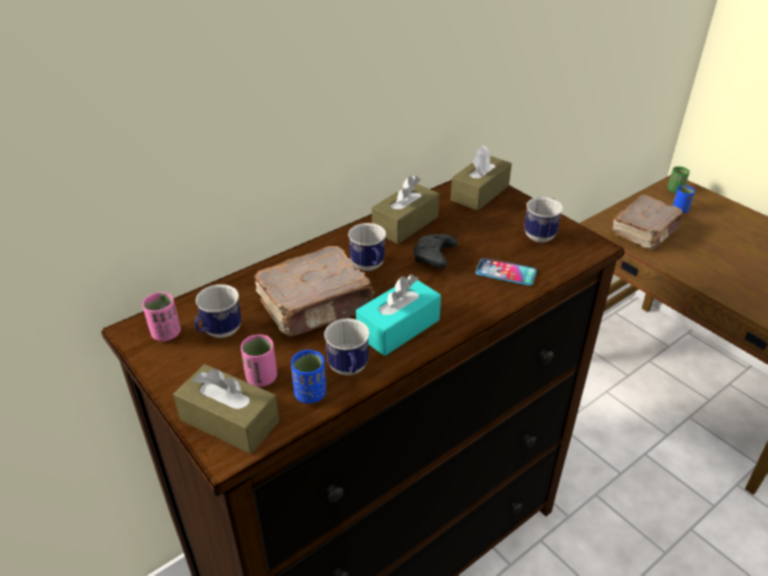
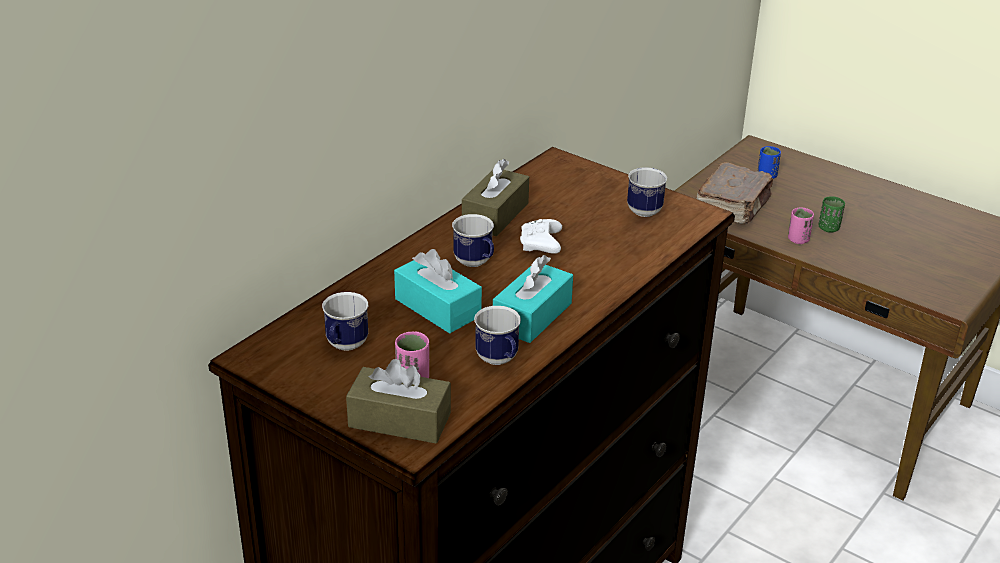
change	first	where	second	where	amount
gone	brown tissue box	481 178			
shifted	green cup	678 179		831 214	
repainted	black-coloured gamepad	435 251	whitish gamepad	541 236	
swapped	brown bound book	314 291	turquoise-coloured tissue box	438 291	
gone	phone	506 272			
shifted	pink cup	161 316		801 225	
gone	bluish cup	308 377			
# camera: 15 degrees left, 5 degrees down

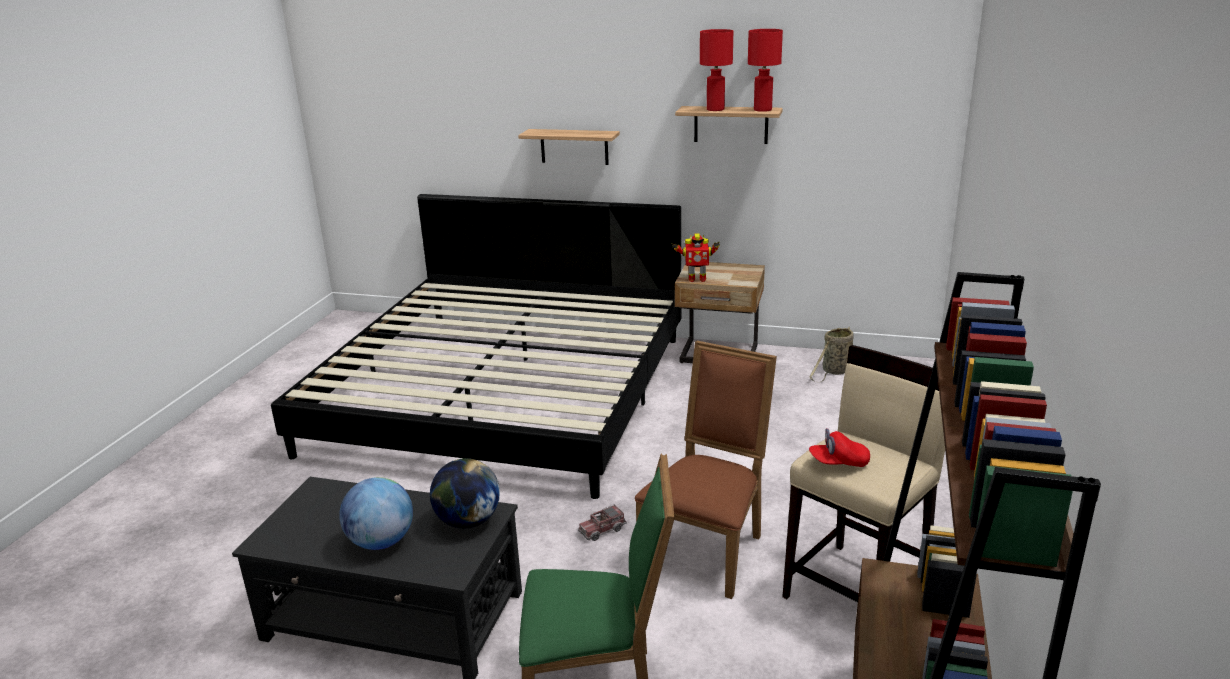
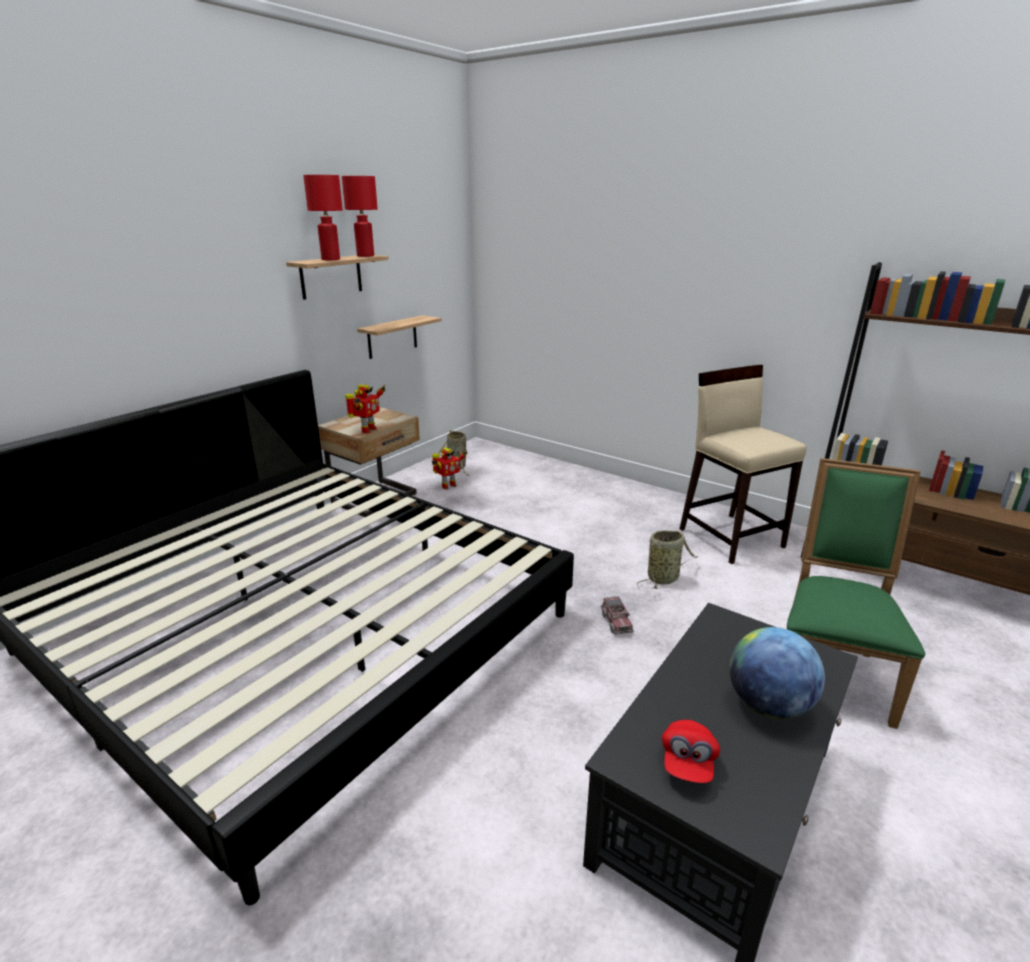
change	first	where	second	where	amount
shifted	shelf	569 147		399 337	
swapped	brown upright chair	706 470	basket	667 559	
shifted	reddish baseball cap	839 447		691 751	
gone	desk globe	465 493			
new			model robot	450 468	
# camera: 70 degrees left, 0 degrees up

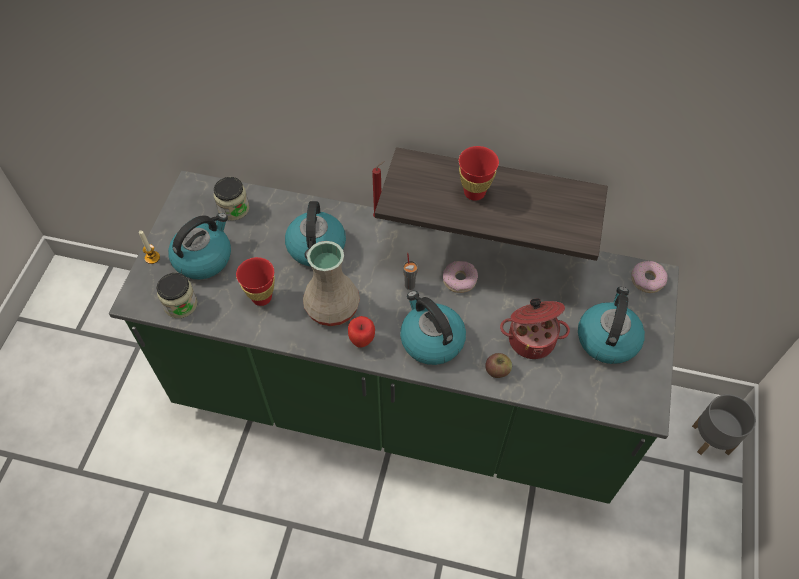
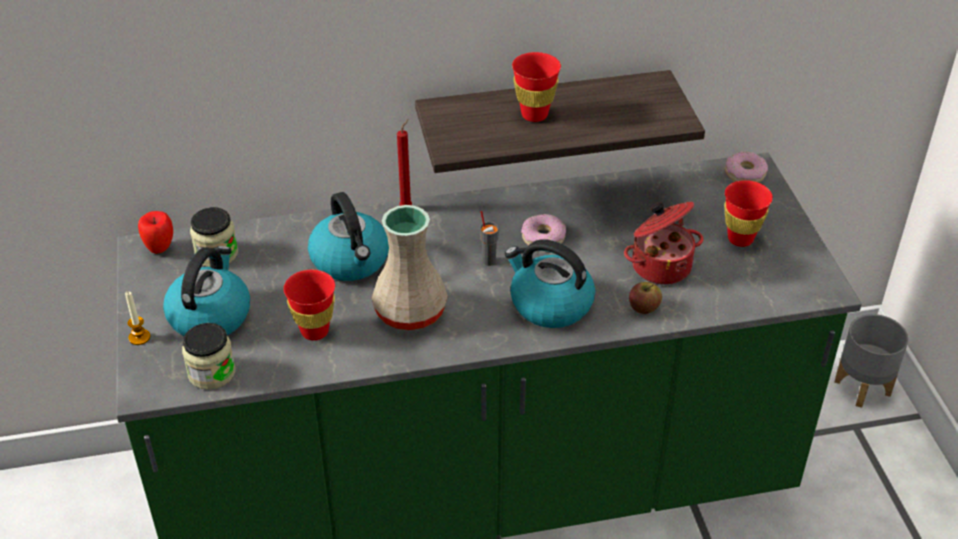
change	first	where	second	where	amount
swapped	tea kettle	611 325	reddish cup	748 213	
shifted	whole apple	361 332		155 232	
# camera: 25 degrees left, 15 degrees down

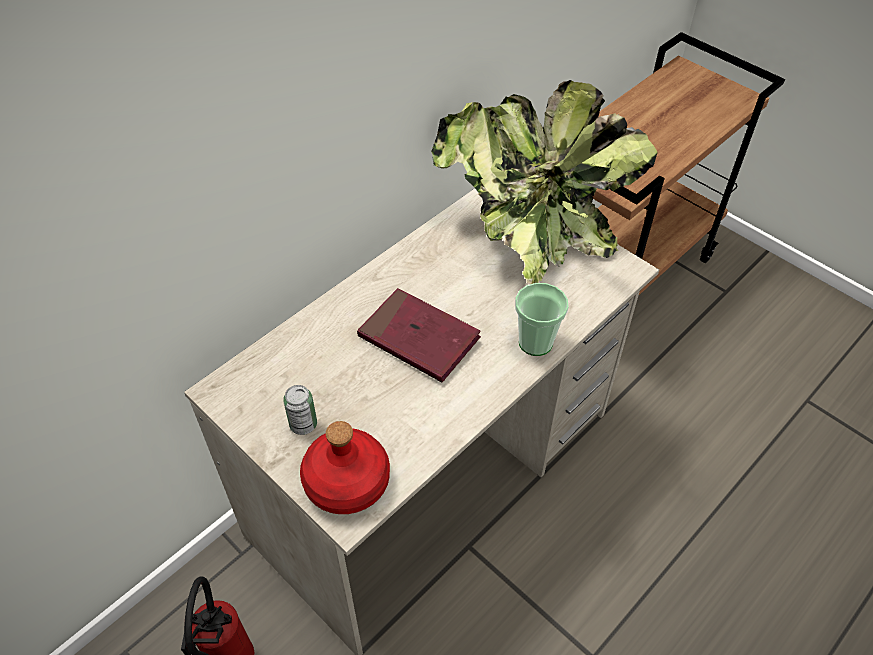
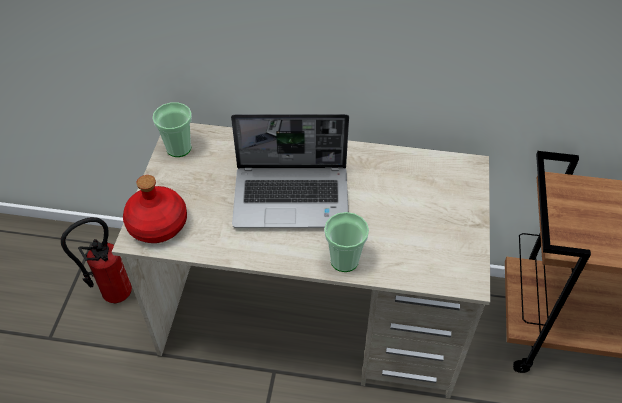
change	first	where	second	where	amount
gone	houseplant	544 182			
swapped	reddish bound book	419 335	portable computer	290 171	
gone	metal can	300 410			
new			cup	172 129	
# camera: 55 degrees right, 0 degrees up

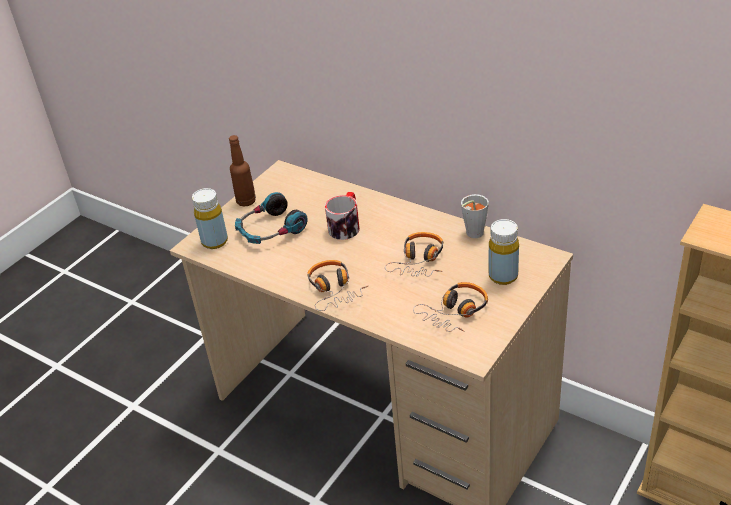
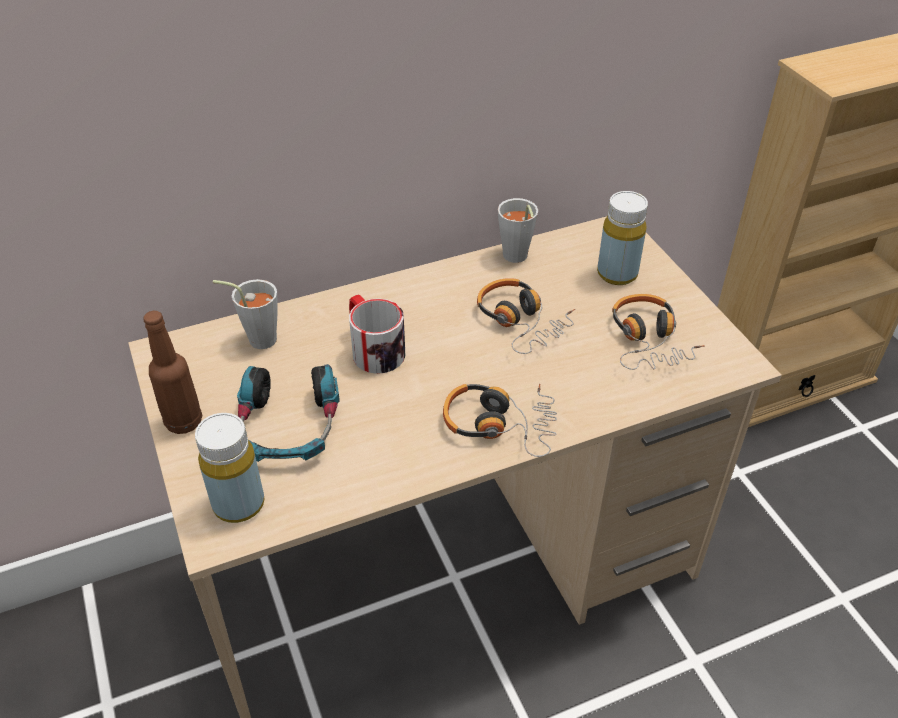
change	first	where	second	where	amount
new			greyish cup	245 314	
# camera: 60 degrees left, 5 degrees up

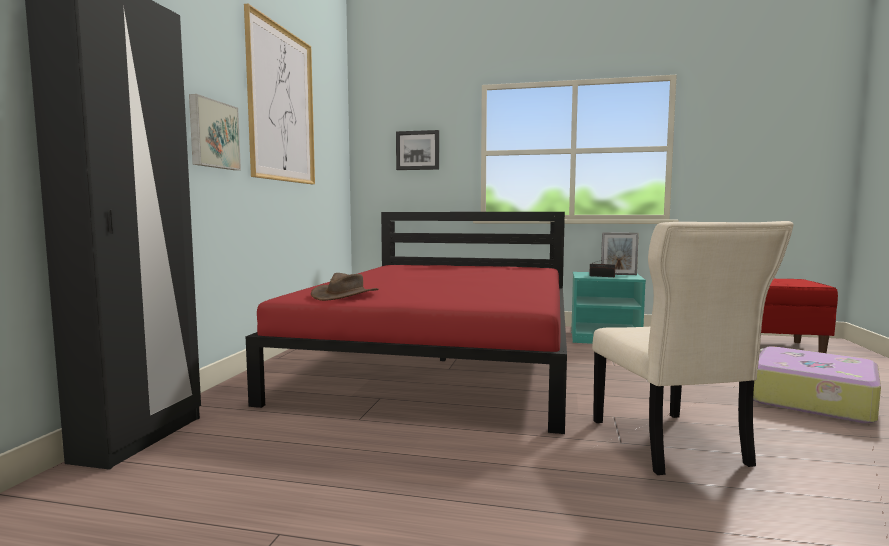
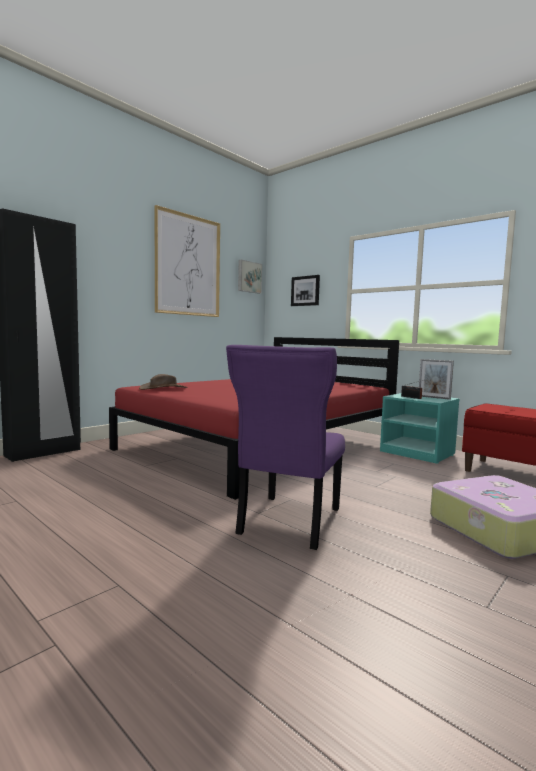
change	first	where	second	where	amount
shifted	wall picture	215 132		250 277	
repainted	beige upright chair	693 348	purple-coloured upright chair	285 447	
# camera: 30 degrees right, 0 degrees up

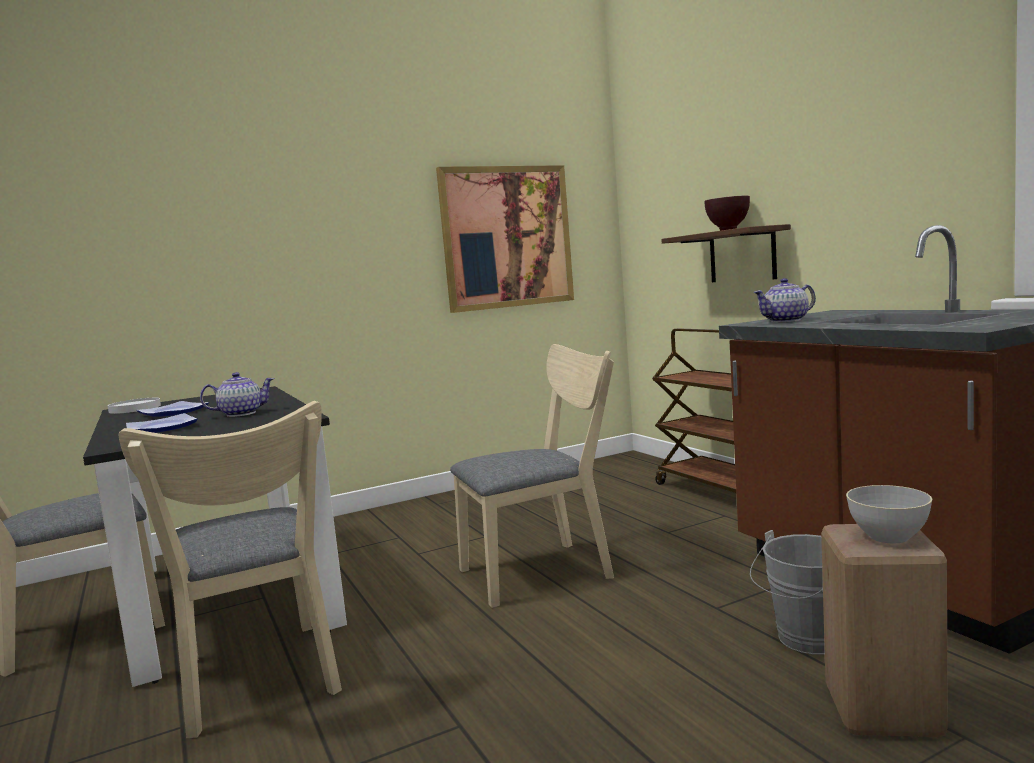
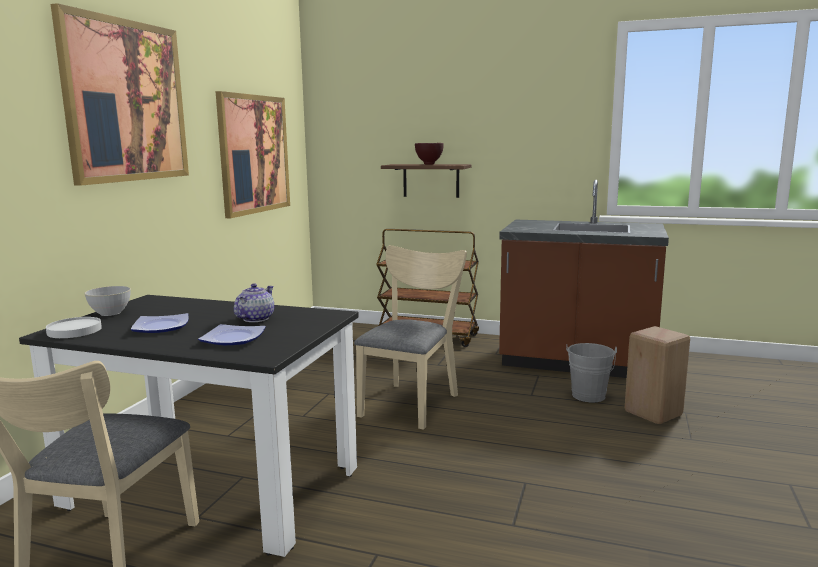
change	first	where	second	where	amount
gone	pot for tea	784 300			
gone	beige upright chair	230 569			
shifted	greyish deep dish	889 514		107 301	
new			wall picture	120 94	
# camera: 45 degrees left, 5 degrees up

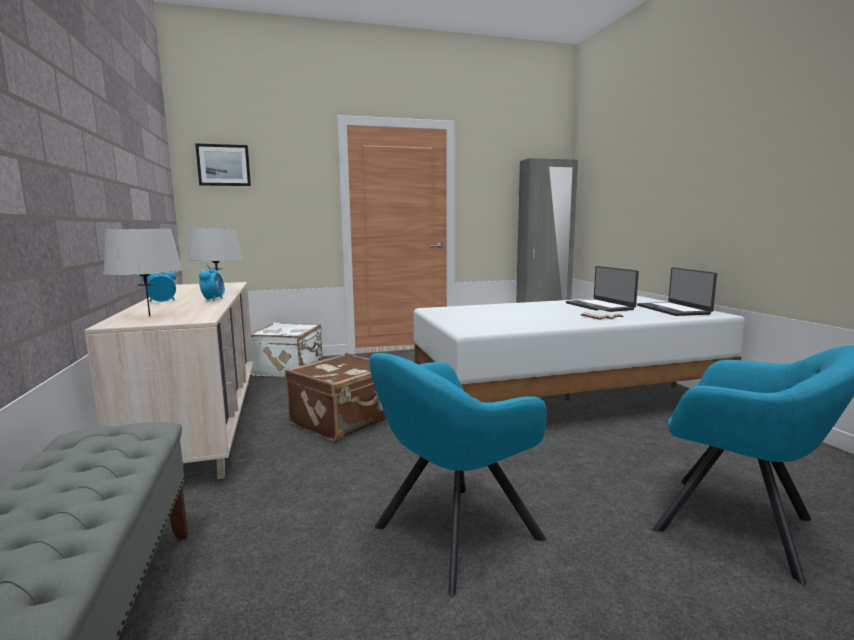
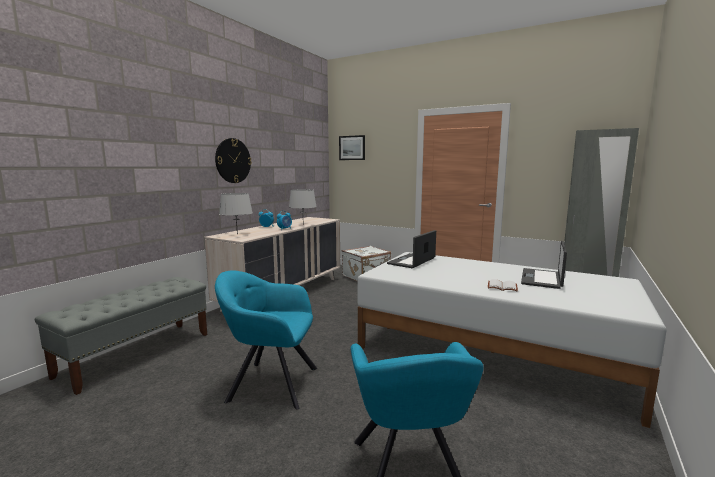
change	first	where	second	where	amount
shifted	portable computer	677 291		411 249	
gone	brown piece of luggage	336 397			
new			clock on the wall	233 160	
# camera: 45 degrees right, 0 degrees up

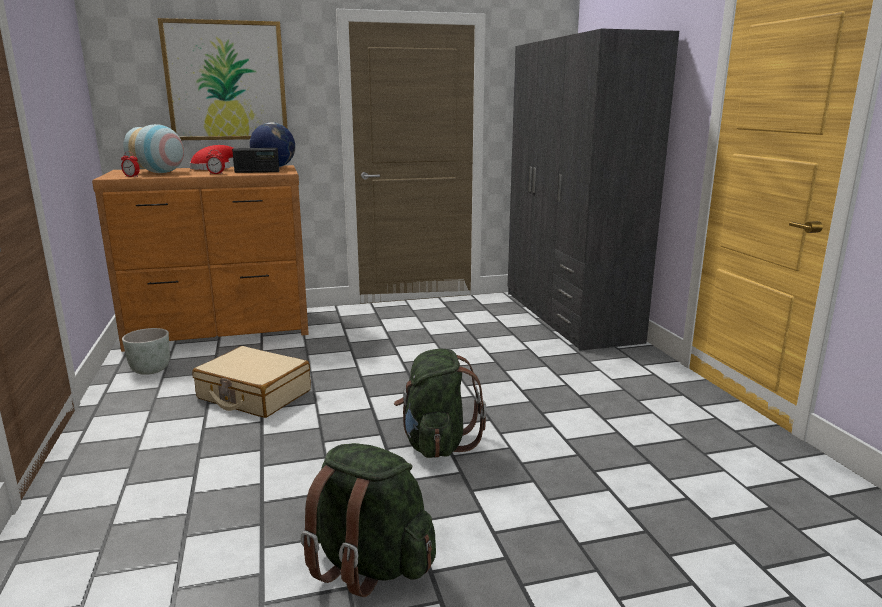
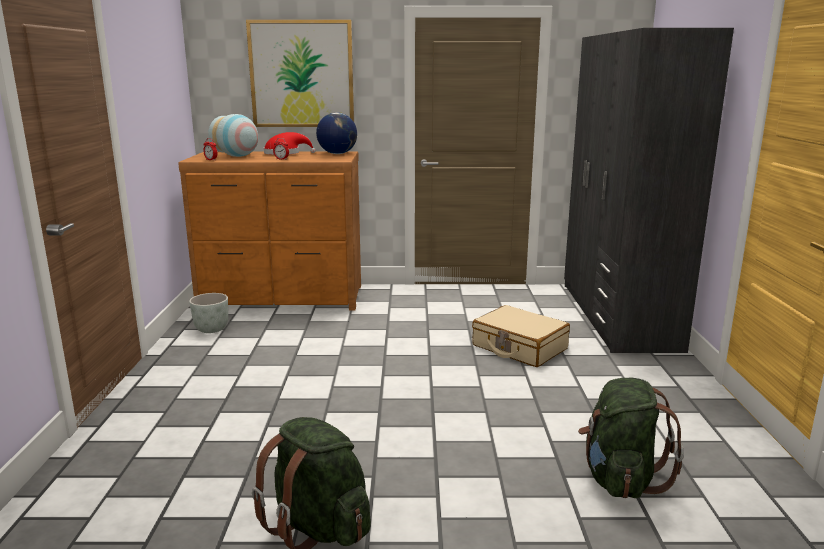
change	first	where	second	where	amount
gone	radio set	255 160			
shifted	beige piece of luggage	252 382		521 336	
shifted	green knapsack	440 403		631 438	
# camera: 15 degrees right, 0 degrees up

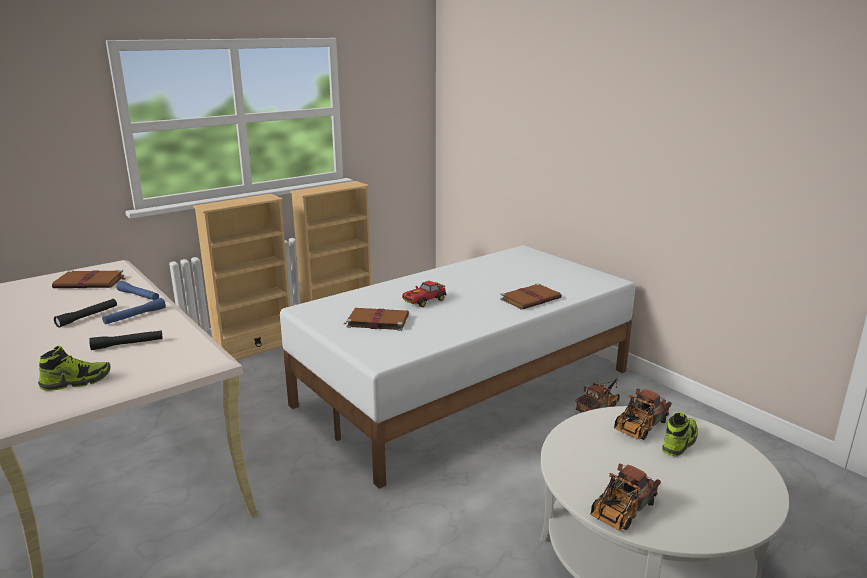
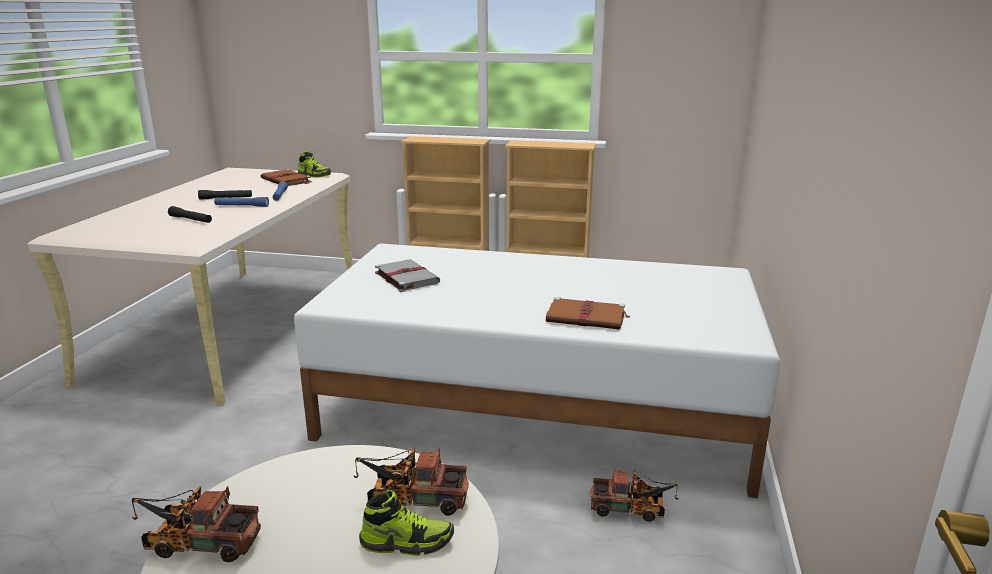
change	first	where	second	where	amount
gone	toy car	424 294			
repainted	brown bound book	377 319	greyish bound book	407 275	
shifted	item of footwear	74 368		314 164	
# camera: 50 degrees right, 0 degrees up

